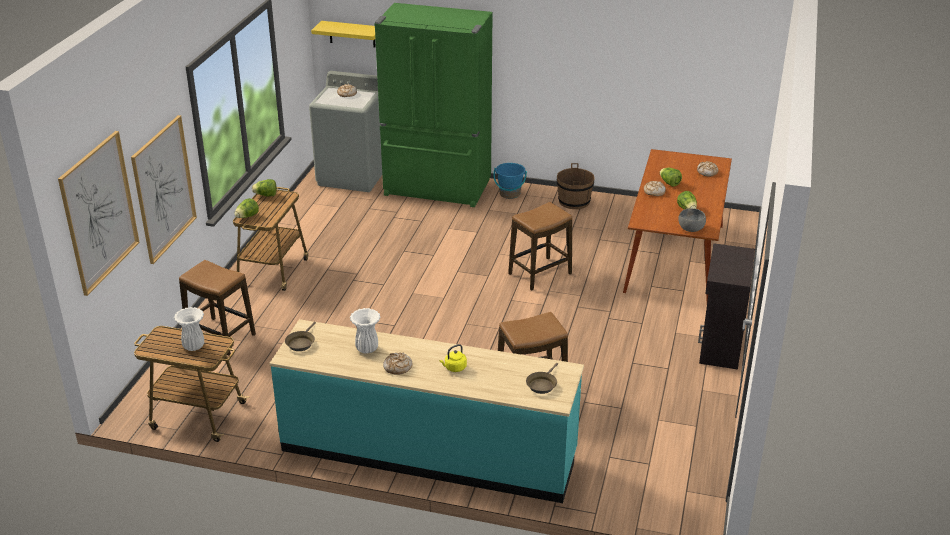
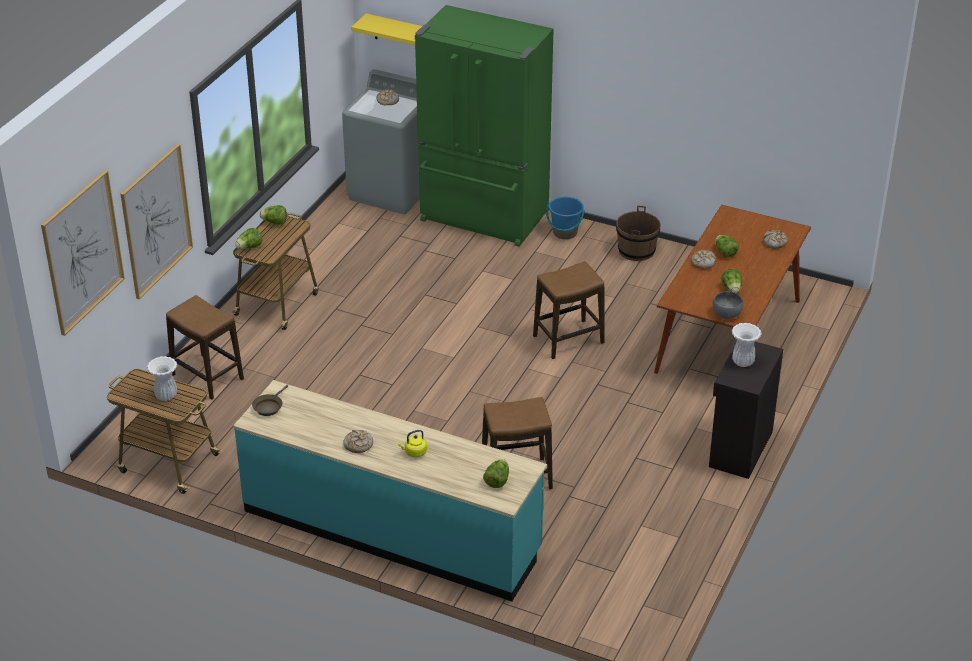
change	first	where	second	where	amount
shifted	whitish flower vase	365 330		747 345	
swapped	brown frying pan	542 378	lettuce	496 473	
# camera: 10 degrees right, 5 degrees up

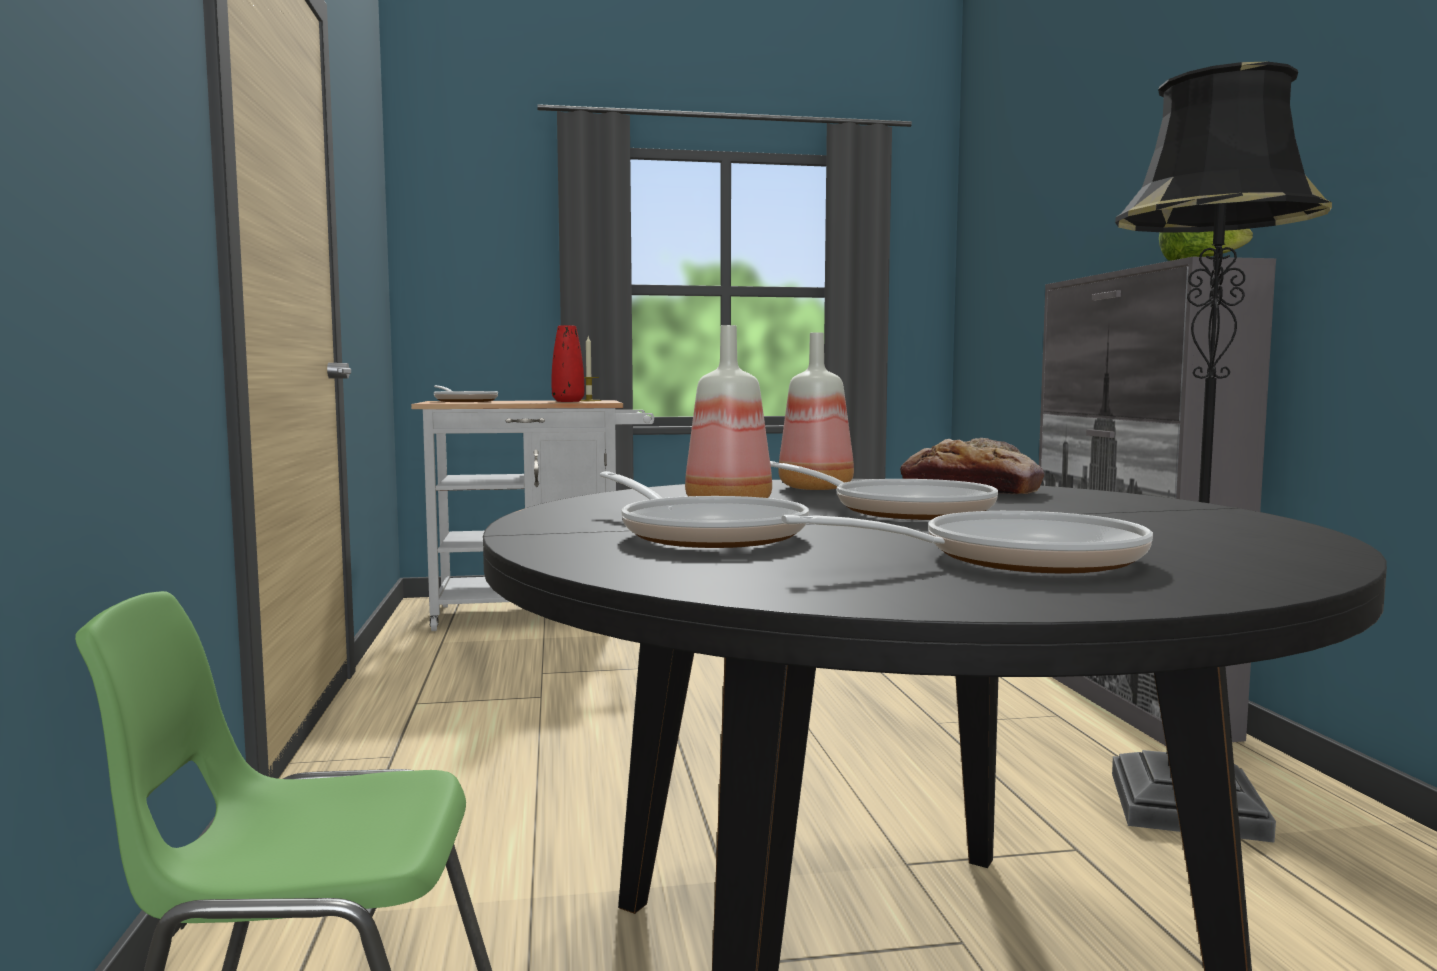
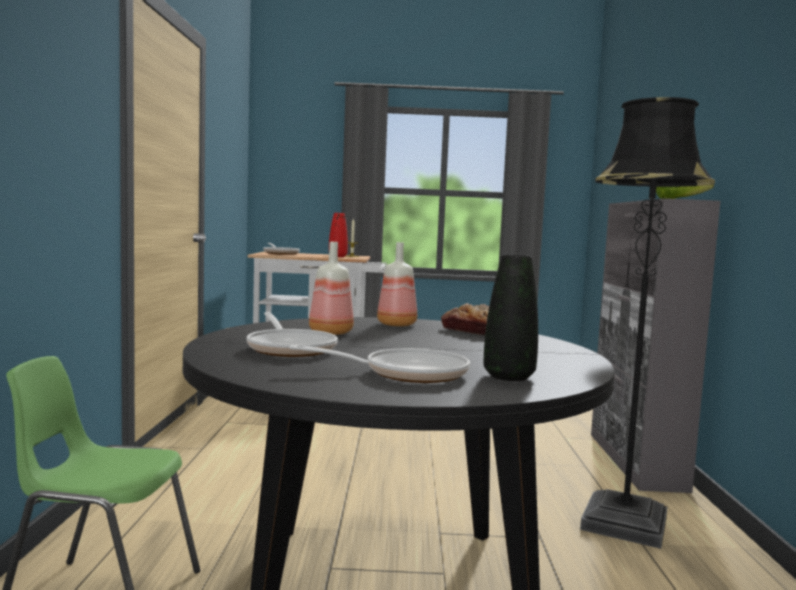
change	first	where	second	where	amount
gone	frying pan	884 490			
new			black-coloured flower vase	511 318	
# camera: 10 degrees right, 0 degrees up

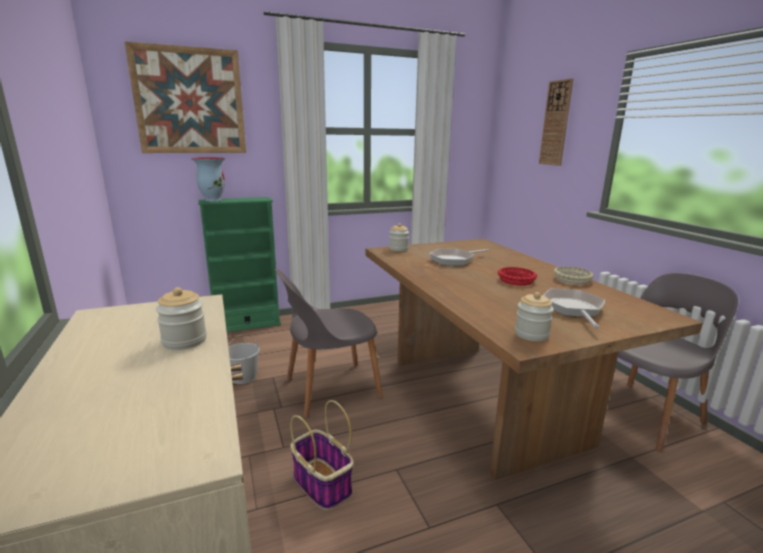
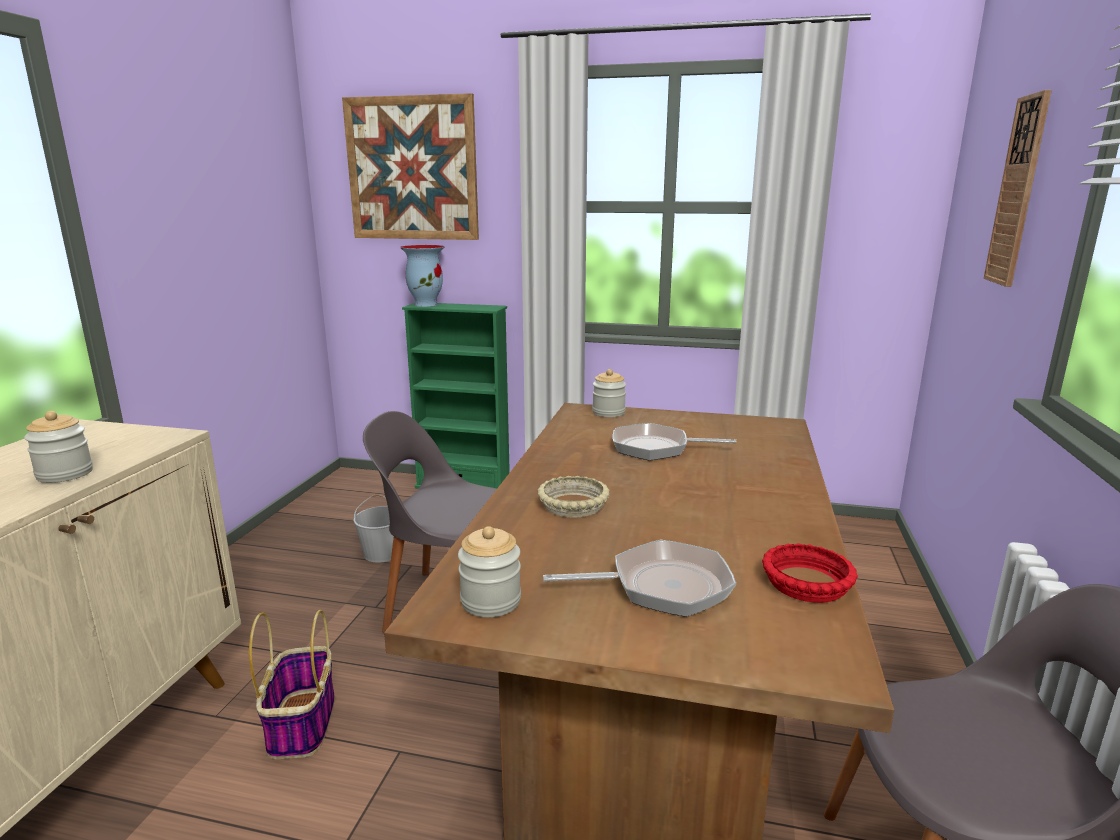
change	first	where	second	where	amount
shifted	beige deep dish	573 275		573 496	
shifted	reddish deep dish	517 276		810 573	
rotated	frying pan	574 309		640 578	45 degrees clockwise
# camera: 35 degrees right, 0 degrees up

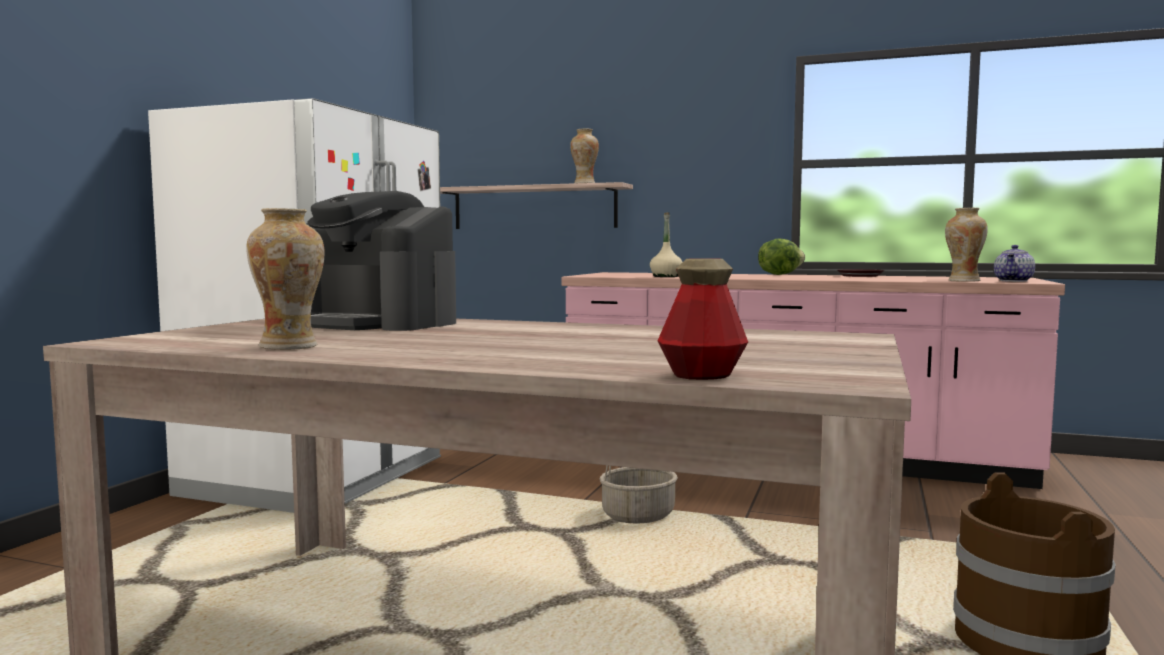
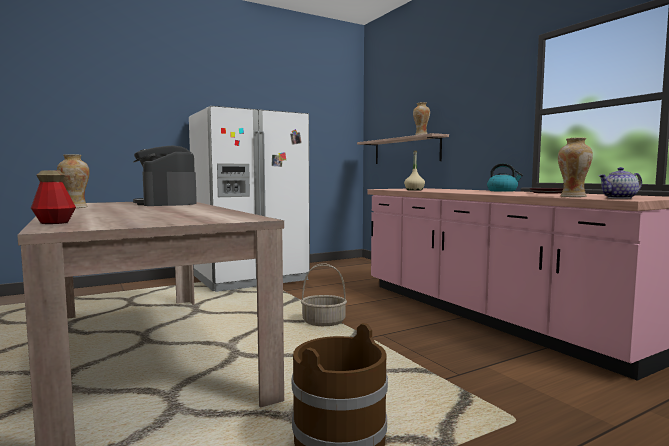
change	first	where	second	where	amount
swapped	lettuce	781 256	tea kettle	505 177	
# camera: 40 degrees right, 0 degrees up

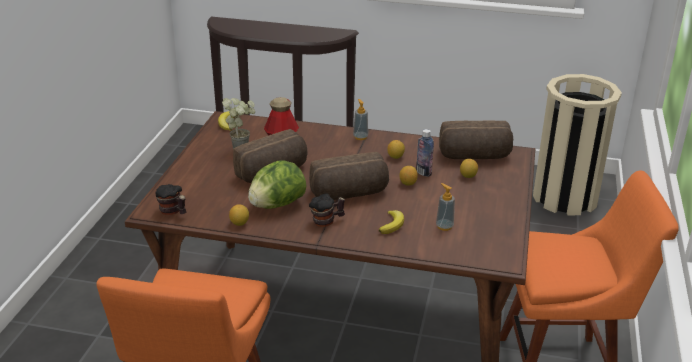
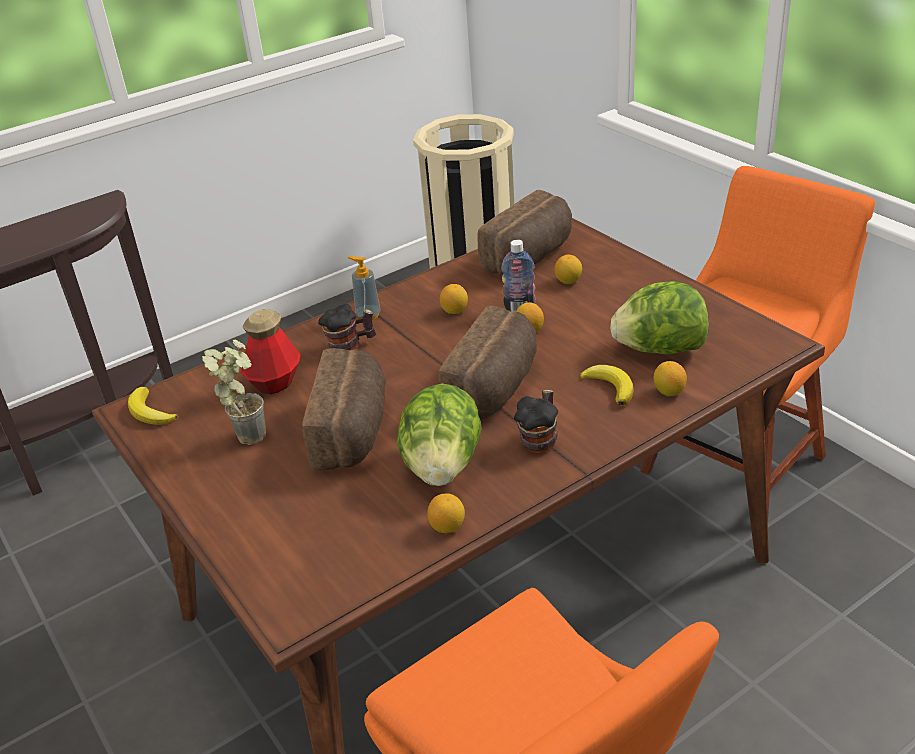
change	first	where	second	where	amount
swapped	liquid soap bottle	445 207	lettuce	659 317	
shifted	tea mug	171 199		347 327	
new			citrus fruit	670 378	
# camera: 45 degrees left, 5 degrees up

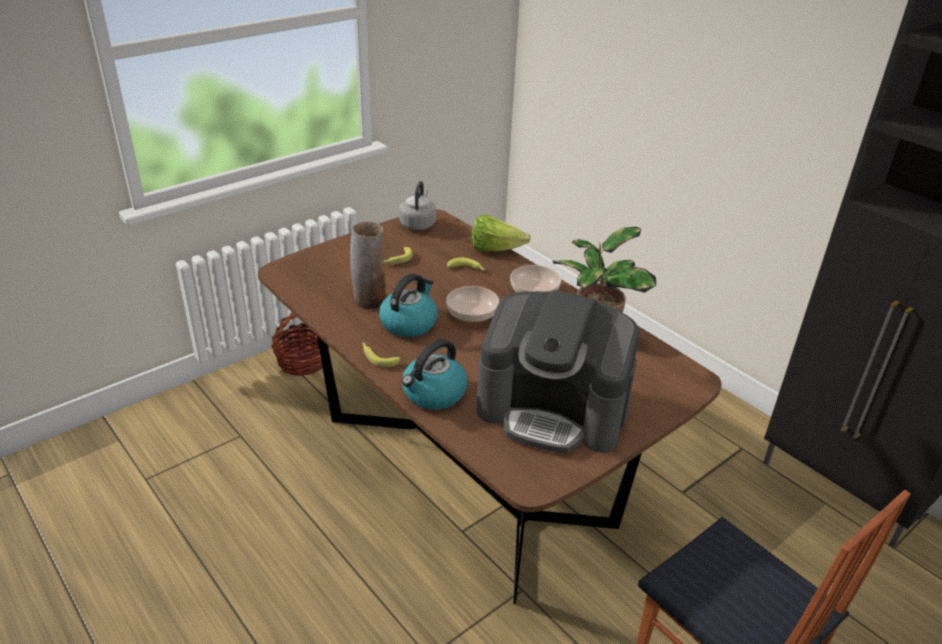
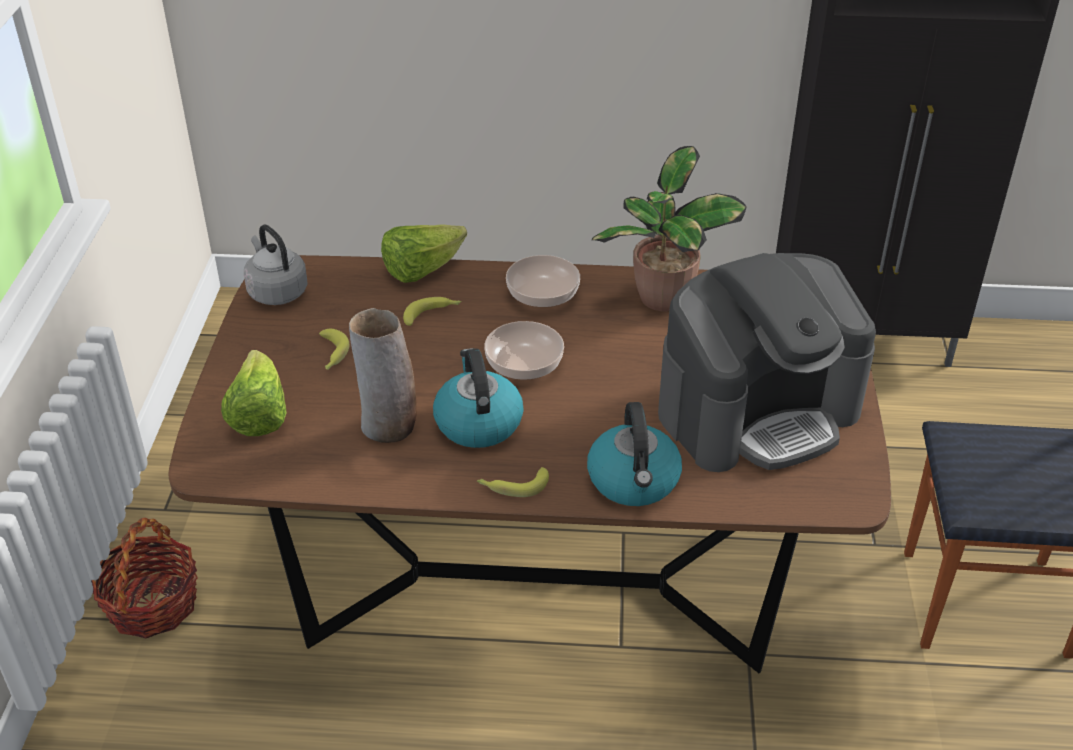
change	first	where	second	where	amount
new			lettuce	254 393	
# camera: 45 degrees left, 5 degrees up

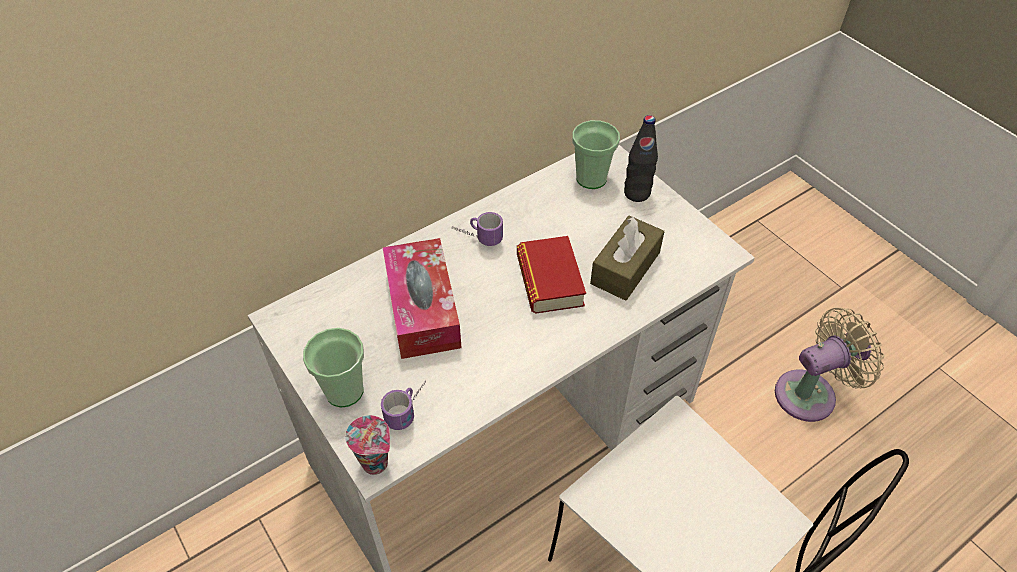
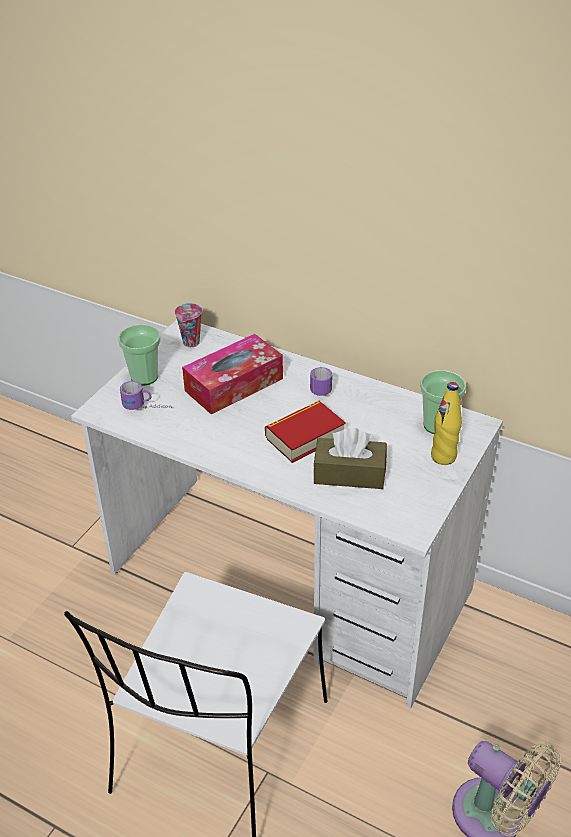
change	first	where	second	where	amount
repainted	black-coloured drink bottle	641 158	yellowish drink bottle	446 423	
shifted	cup	367 445		188 325	
# camera: 65 degrees right, 10 degrees down

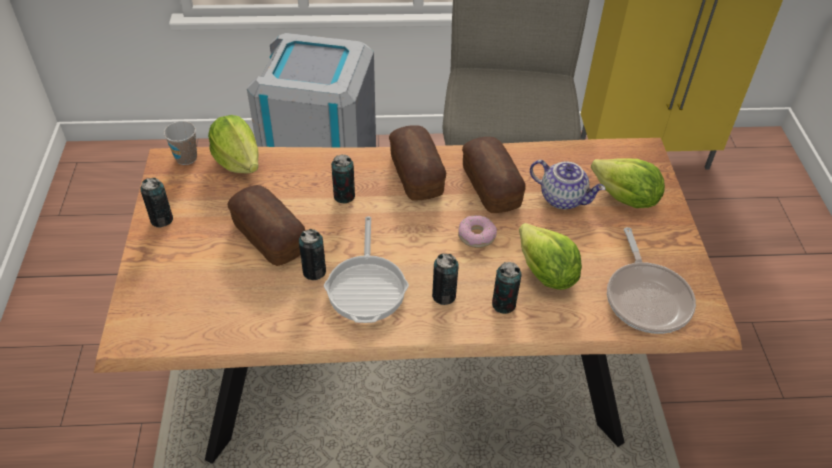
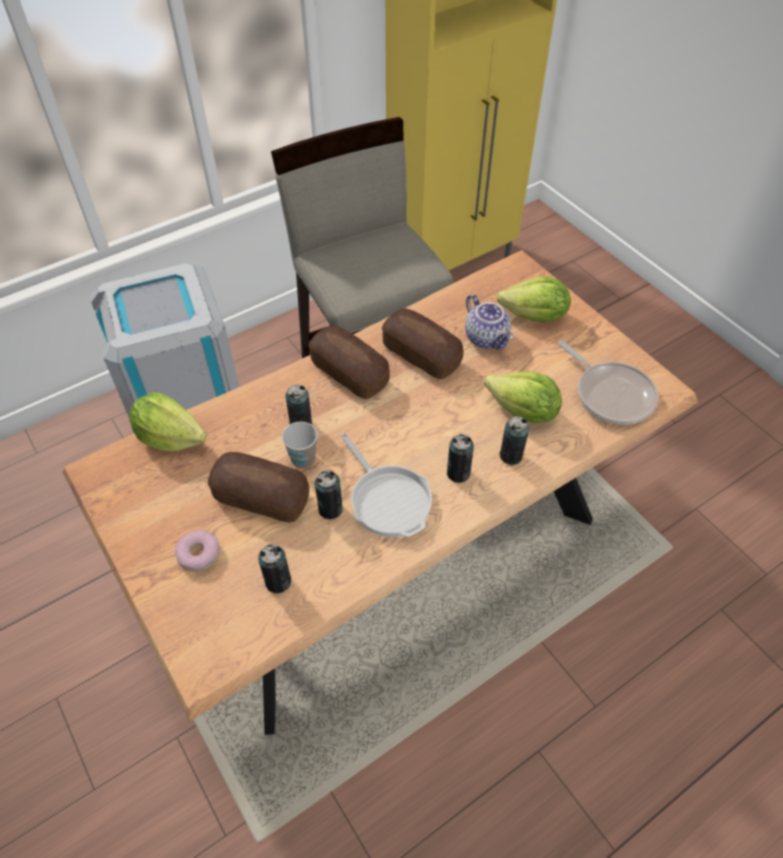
change	first	where	second	where	amount
shifted	cup	180 143		300 445	
rotated	pot for tea	568 184		489 322	60 degrees clockwise
shifted	metal can	156 202		274 568	
shifted	ring doughnut	477 231		197 551	
# camera: 30 degrees left, 5 degrees up

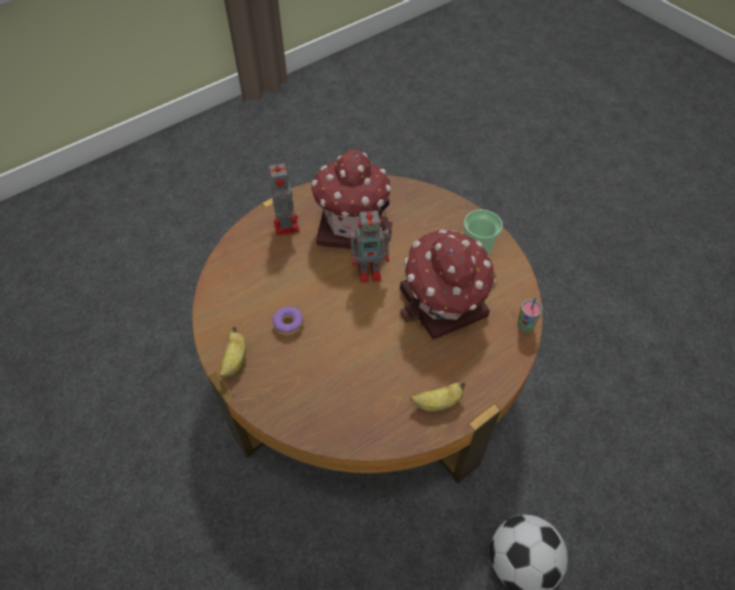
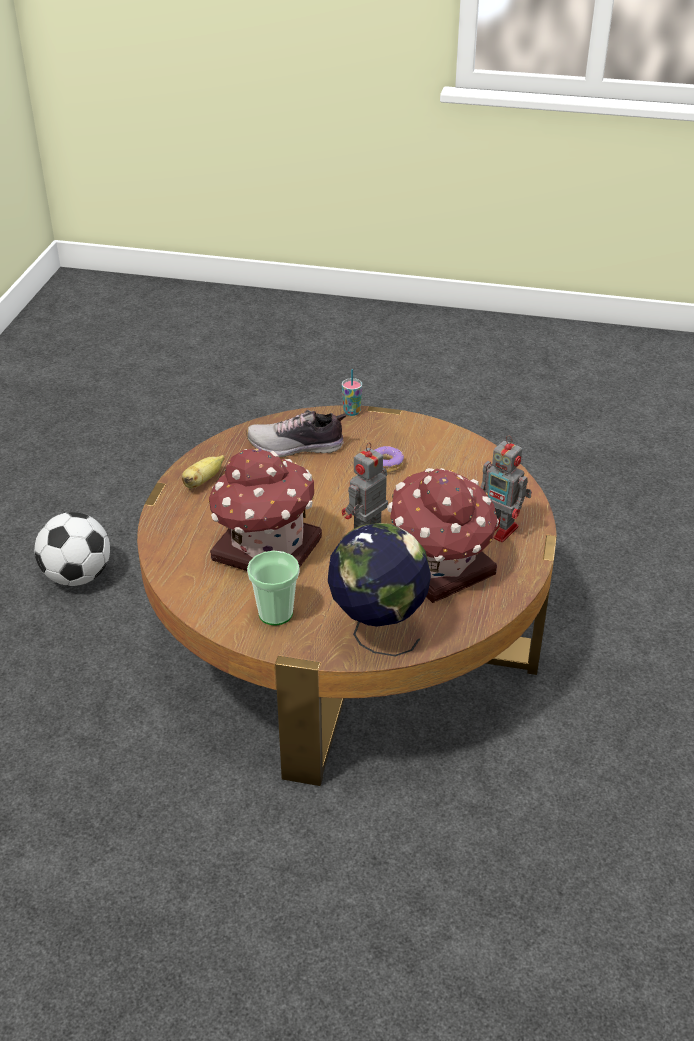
change	first	where	second	where	amount
shifted	cup	529 314		352 392	
gone	whole banana	233 352			
new			item of footwear	296 433	
new			desk globe	379 590	
# camera: 140 degrees right, 15 degrees down

